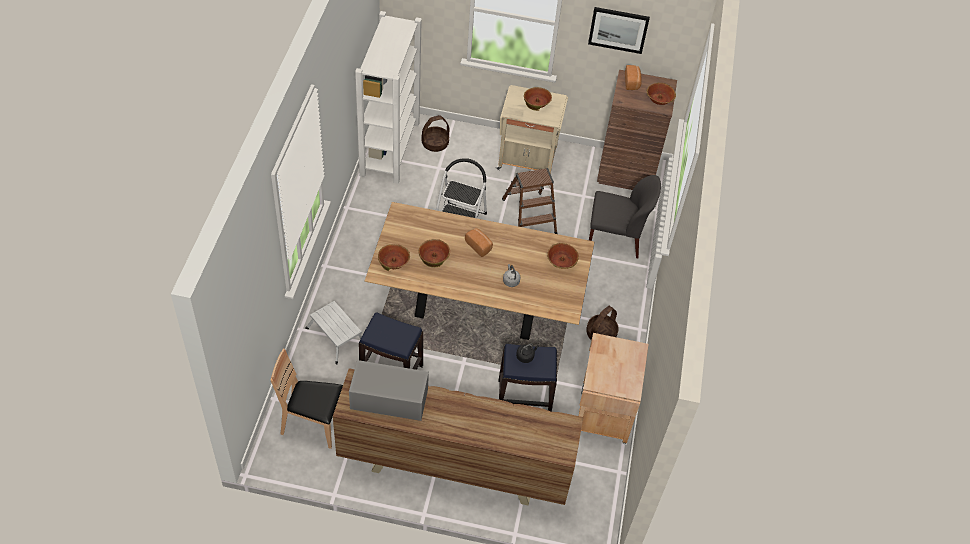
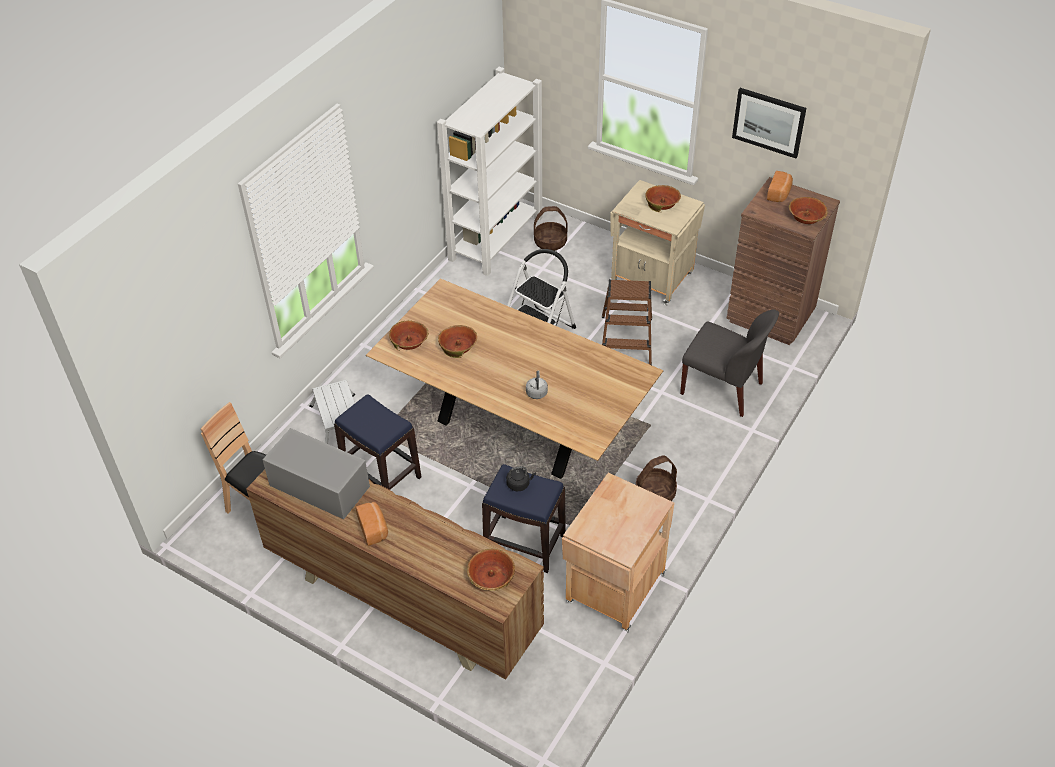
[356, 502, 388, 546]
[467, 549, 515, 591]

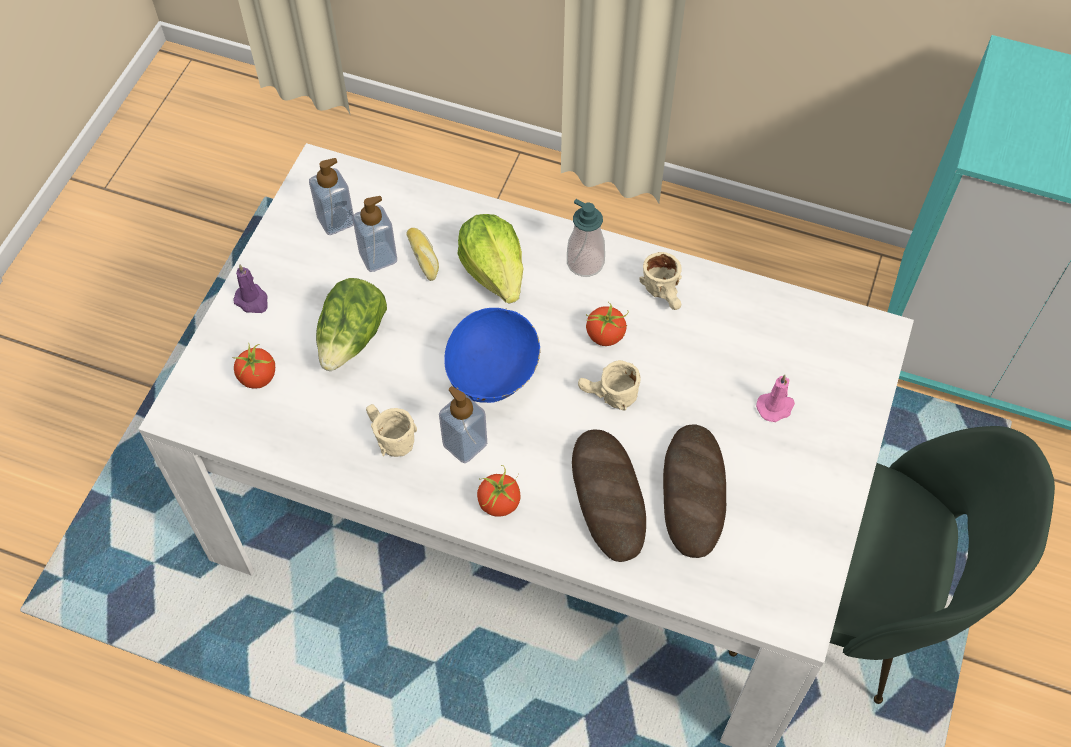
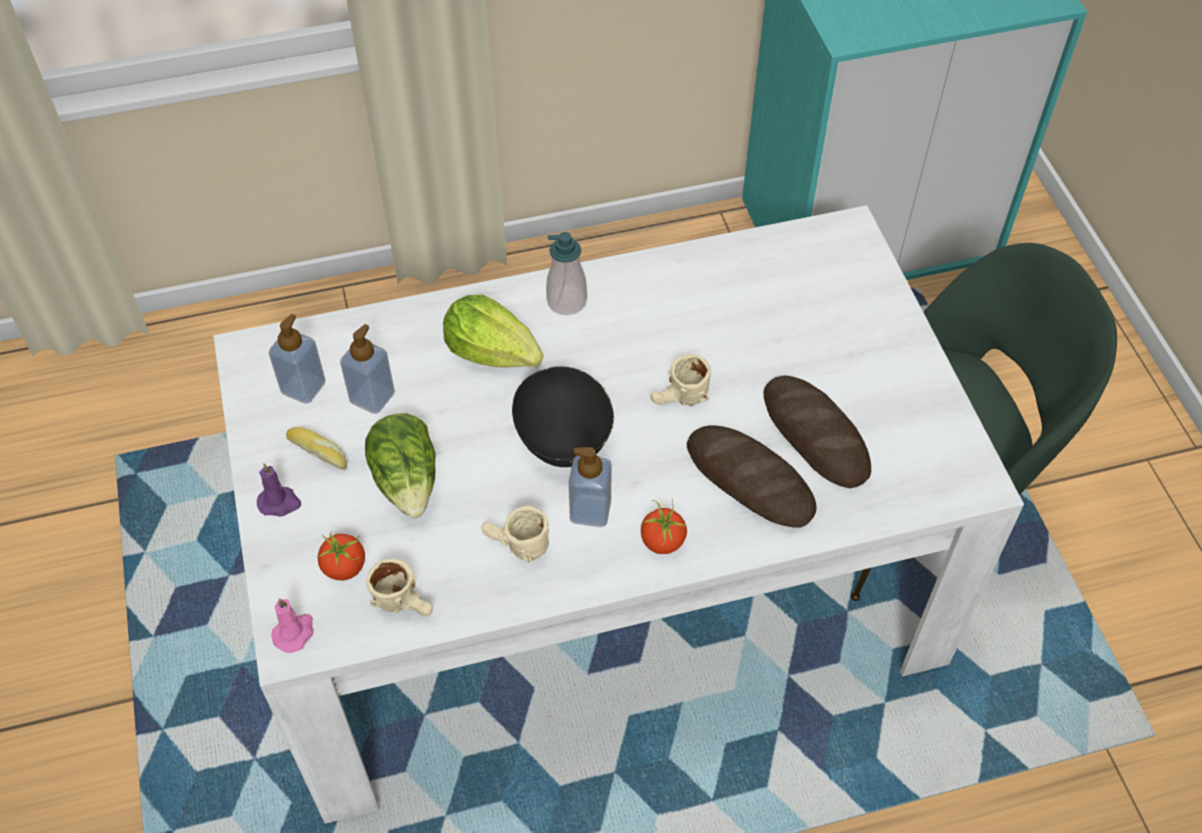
[586, 301, 628, 346] (first image)
[286, 427, 347, 470]
[366, 559, 433, 616]
[271, 598, 314, 653]
[512, 366, 614, 467]

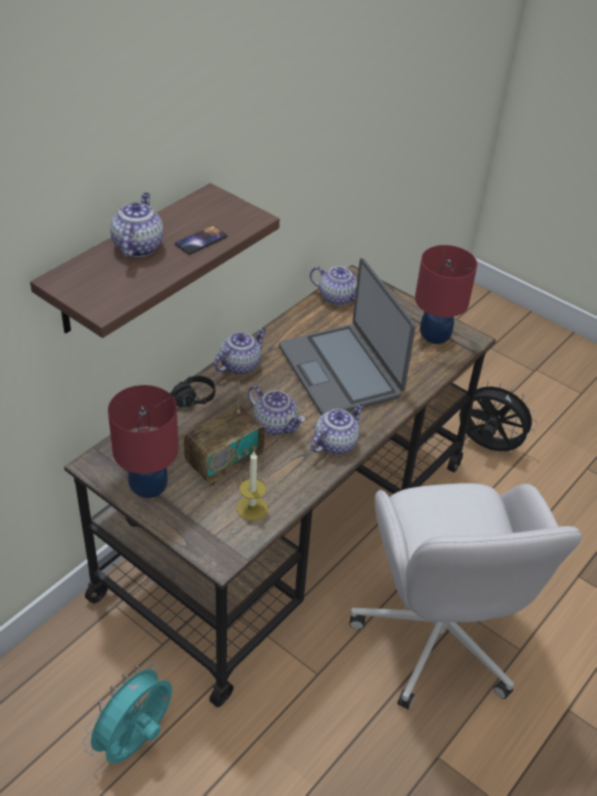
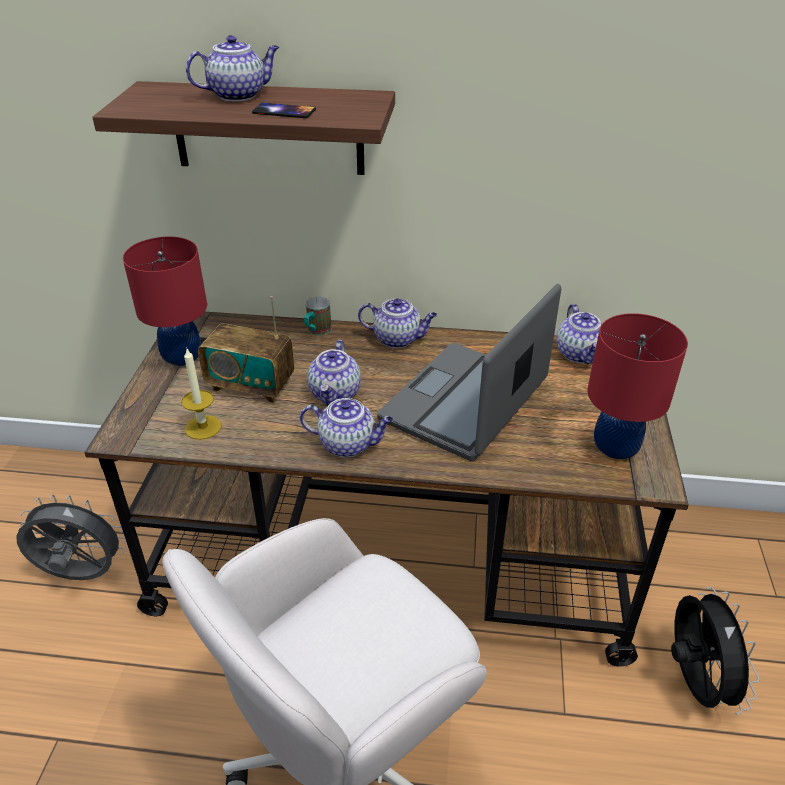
[304, 297, 331, 336]
[16, 494, 126, 580]

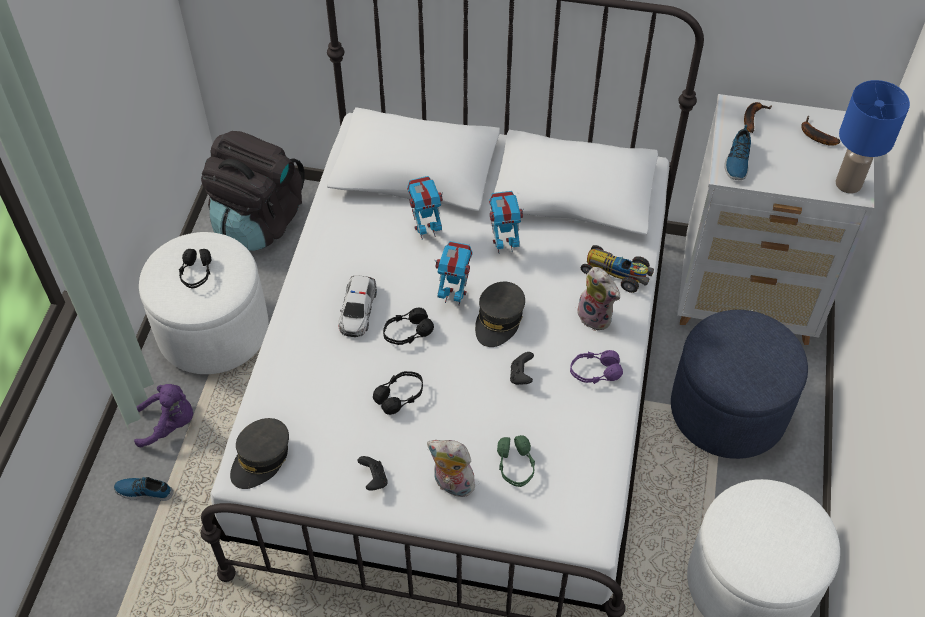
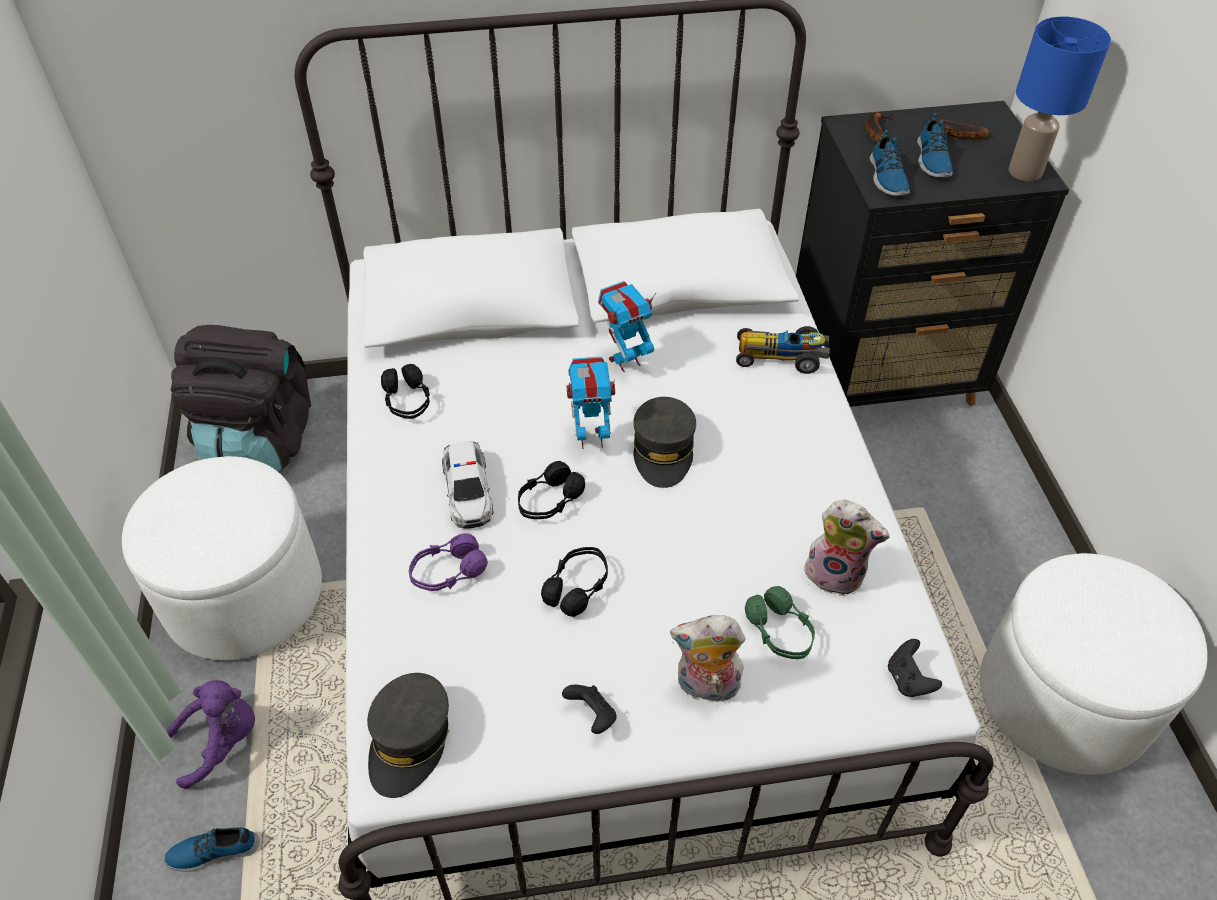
[407, 176, 443, 240] (first image)
[671, 310, 808, 459] (first image)
[917, 113, 953, 177]
[381, 364, 430, 419]
[888, 639, 942, 697]
[409, 533, 488, 591]
[804, 500, 890, 596]
[796, 101, 1069, 407]

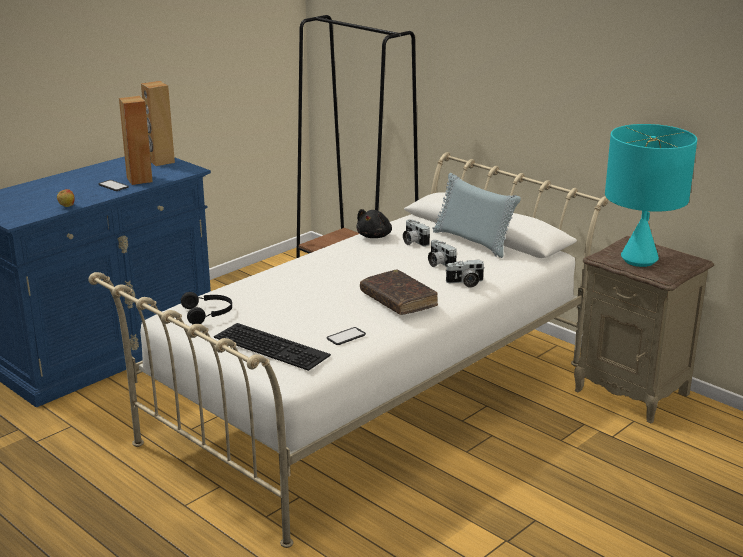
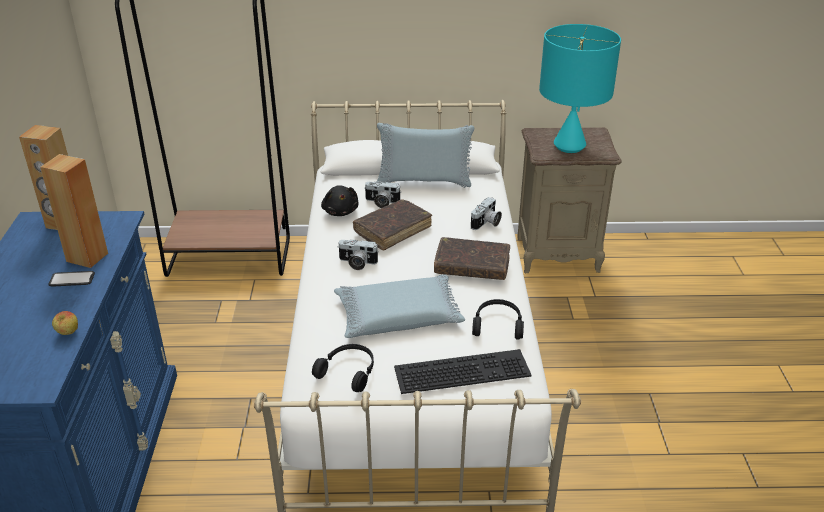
[334, 274, 465, 338]
[353, 199, 432, 250]
[338, 240, 379, 270]
[472, 299, 524, 340]

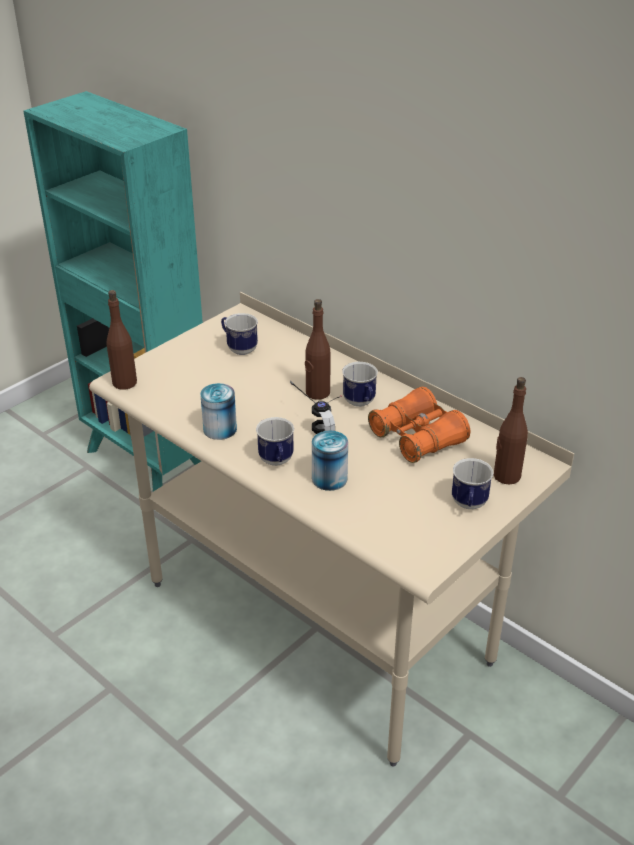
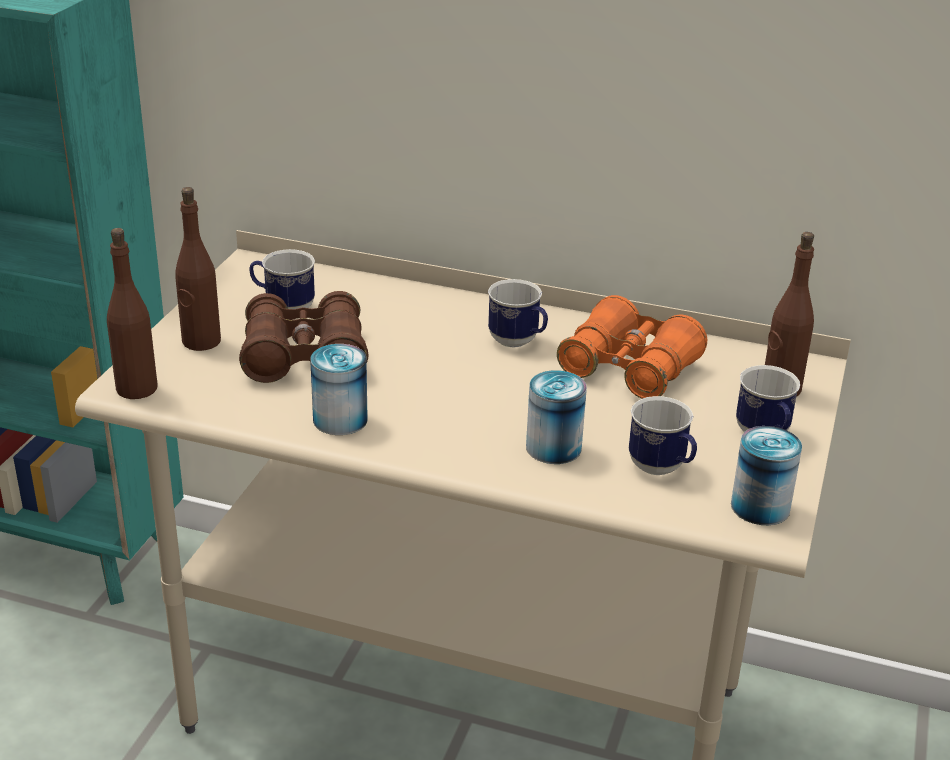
[290, 381, 342, 434] (first image)
[239, 291, 368, 383]
[731, 426, 802, 525]
[629, 396, 697, 475]
[175, 187, 221, 351]

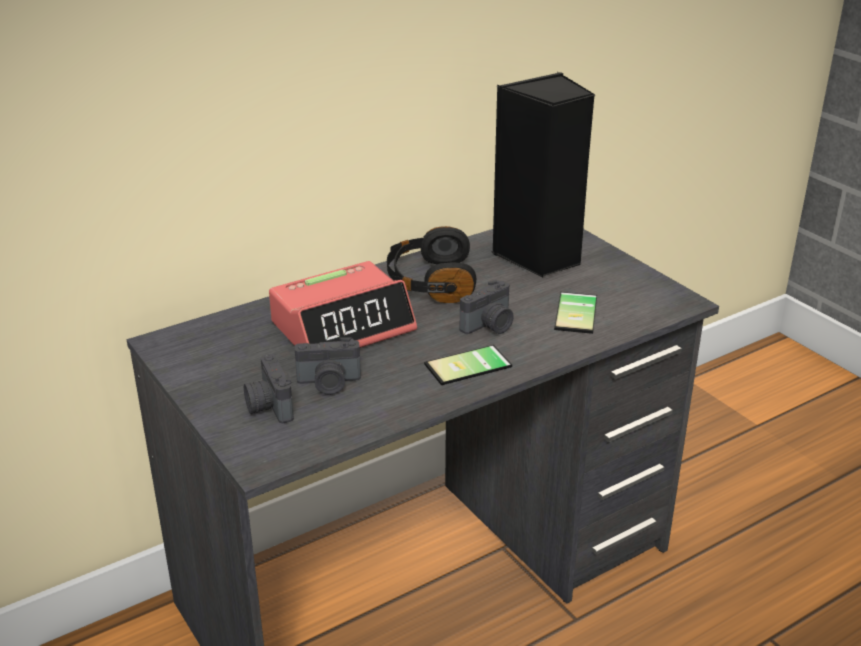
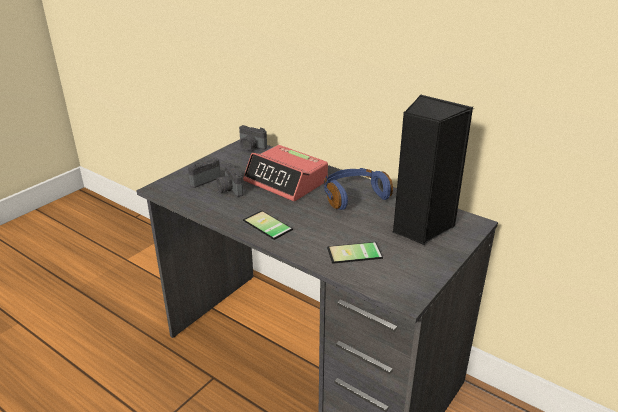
[239, 125, 267, 151]
[324, 168, 393, 210]

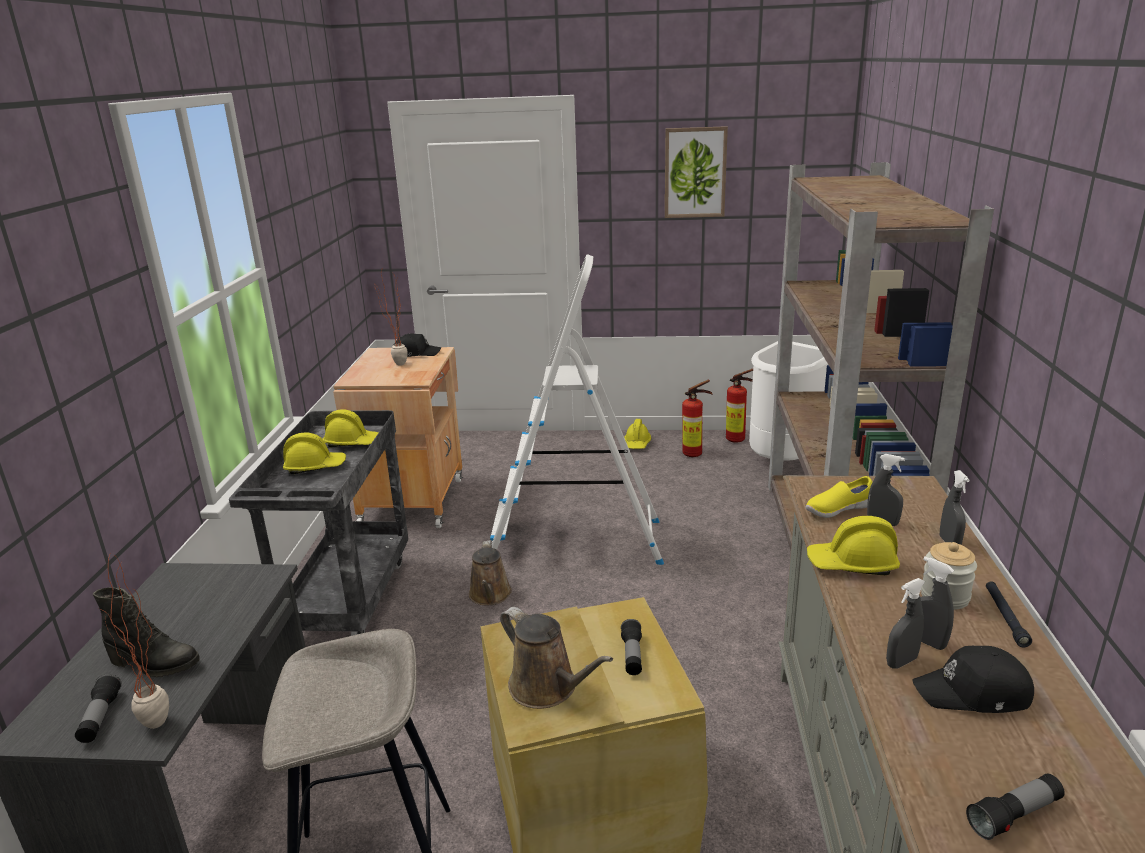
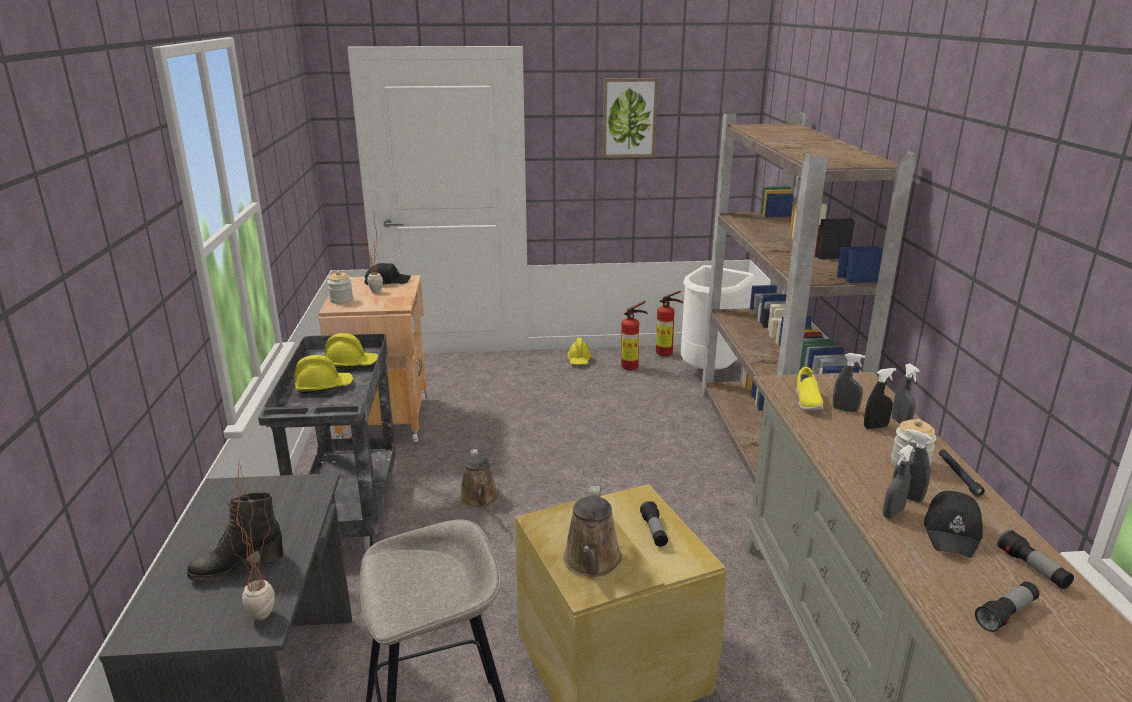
[490, 254, 664, 565] (first image)
[807, 516, 900, 575] (first image)
[327, 271, 353, 304]
[864, 368, 897, 429]
[997, 529, 1074, 589]
[187, 492, 283, 581]
[563, 486, 622, 577]
[796, 367, 823, 411]
[924, 491, 983, 558]

